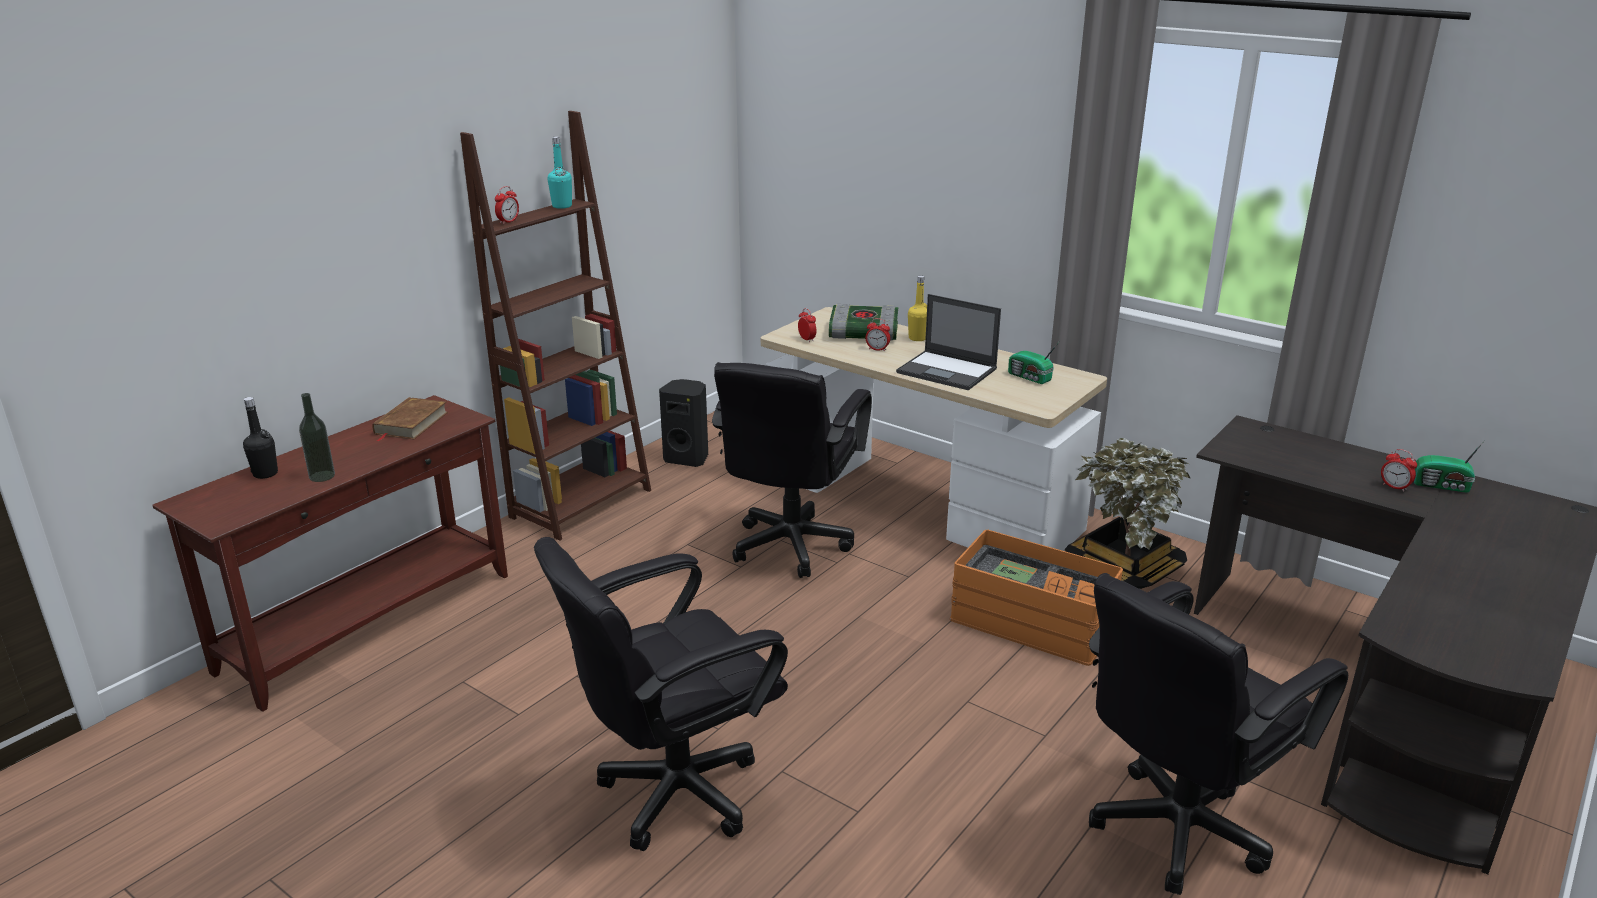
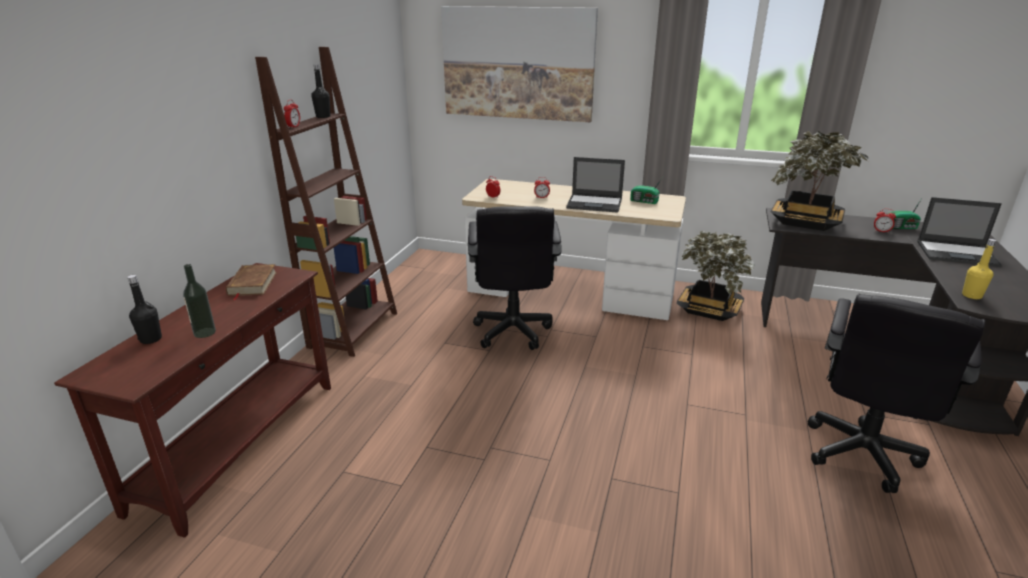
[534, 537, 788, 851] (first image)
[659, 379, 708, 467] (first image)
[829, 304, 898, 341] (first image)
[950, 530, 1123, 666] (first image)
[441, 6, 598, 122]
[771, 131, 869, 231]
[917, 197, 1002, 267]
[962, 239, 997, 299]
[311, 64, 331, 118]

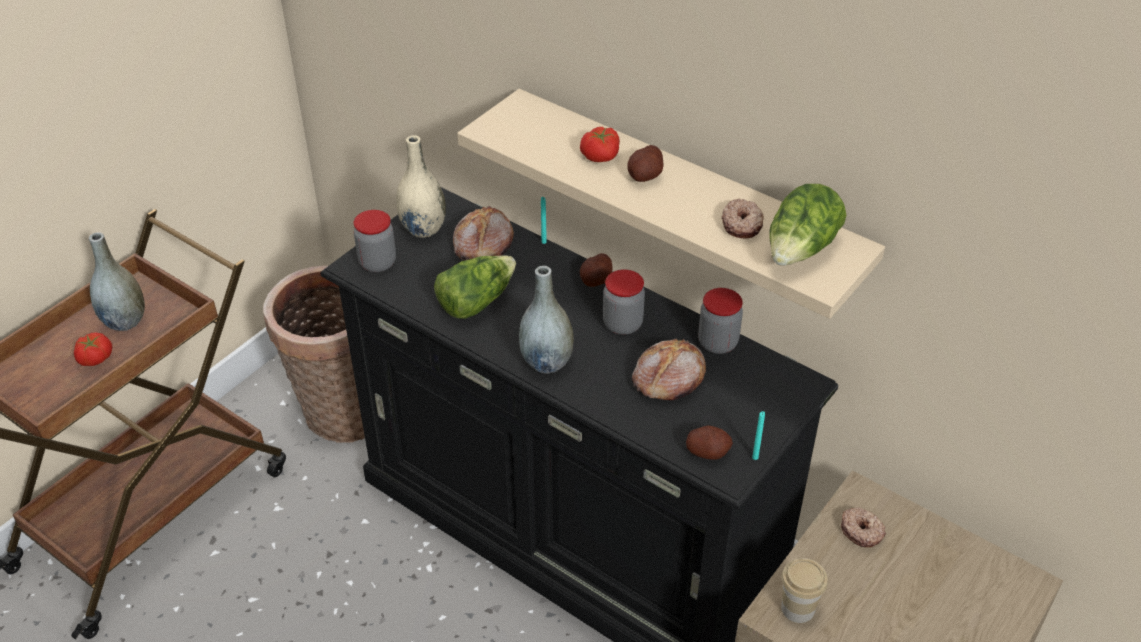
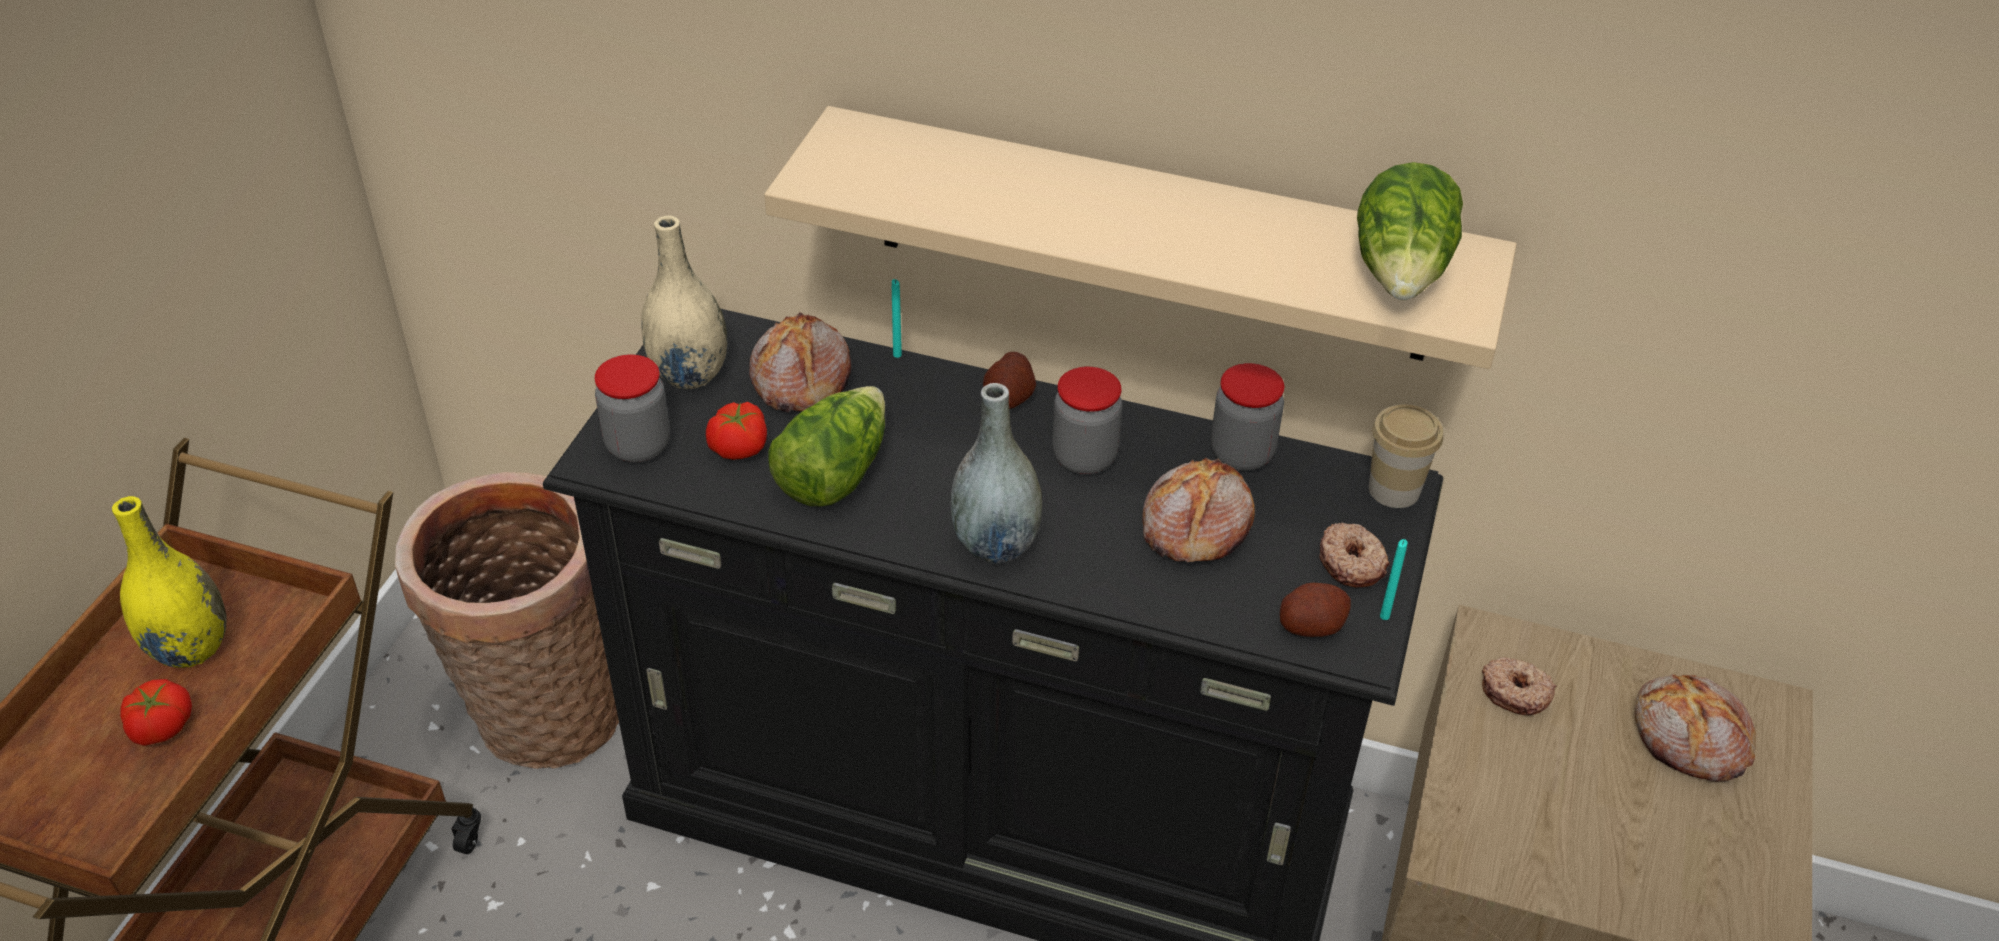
[627, 145, 663, 182] (first image)
[1635, 674, 1757, 782]
[706, 402, 767, 460]
[1319, 523, 1390, 588]
[1369, 404, 1443, 508]
[112, 496, 227, 668]

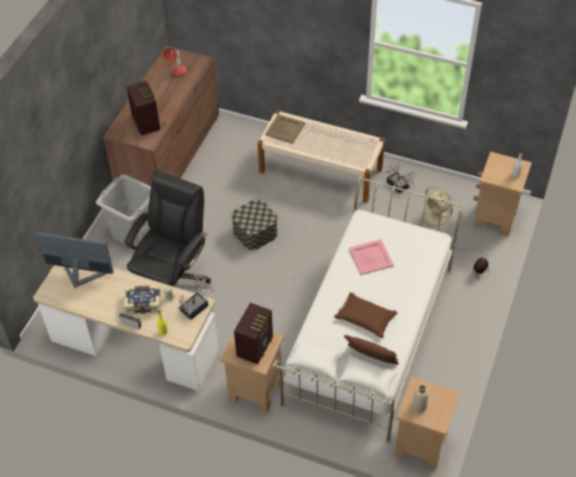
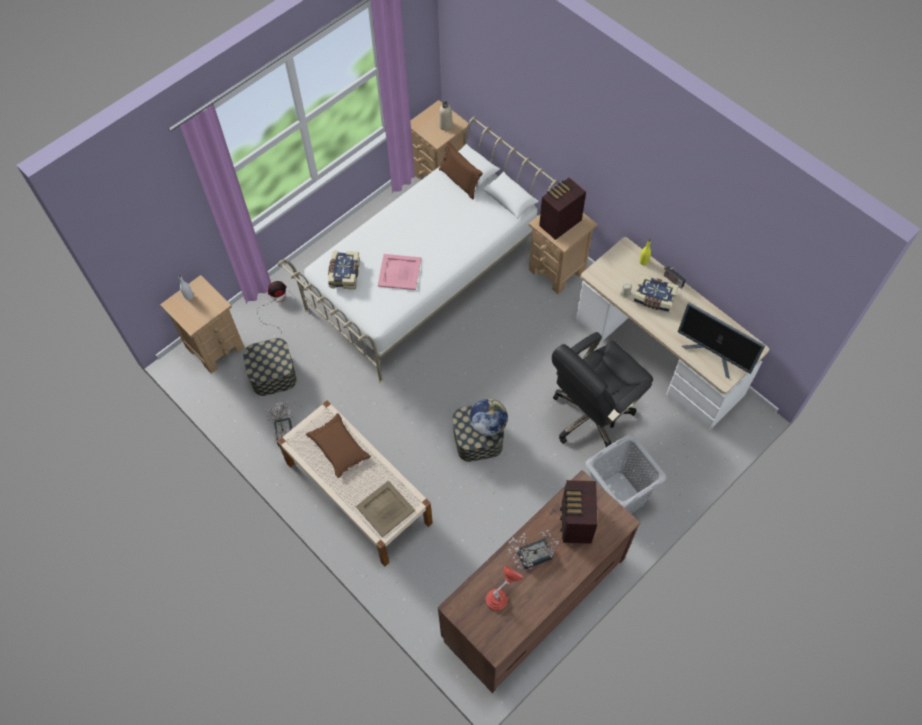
[328, 251, 360, 289]
[469, 398, 508, 437]
[508, 530, 559, 569]
[306, 413, 371, 478]
[243, 338, 297, 396]

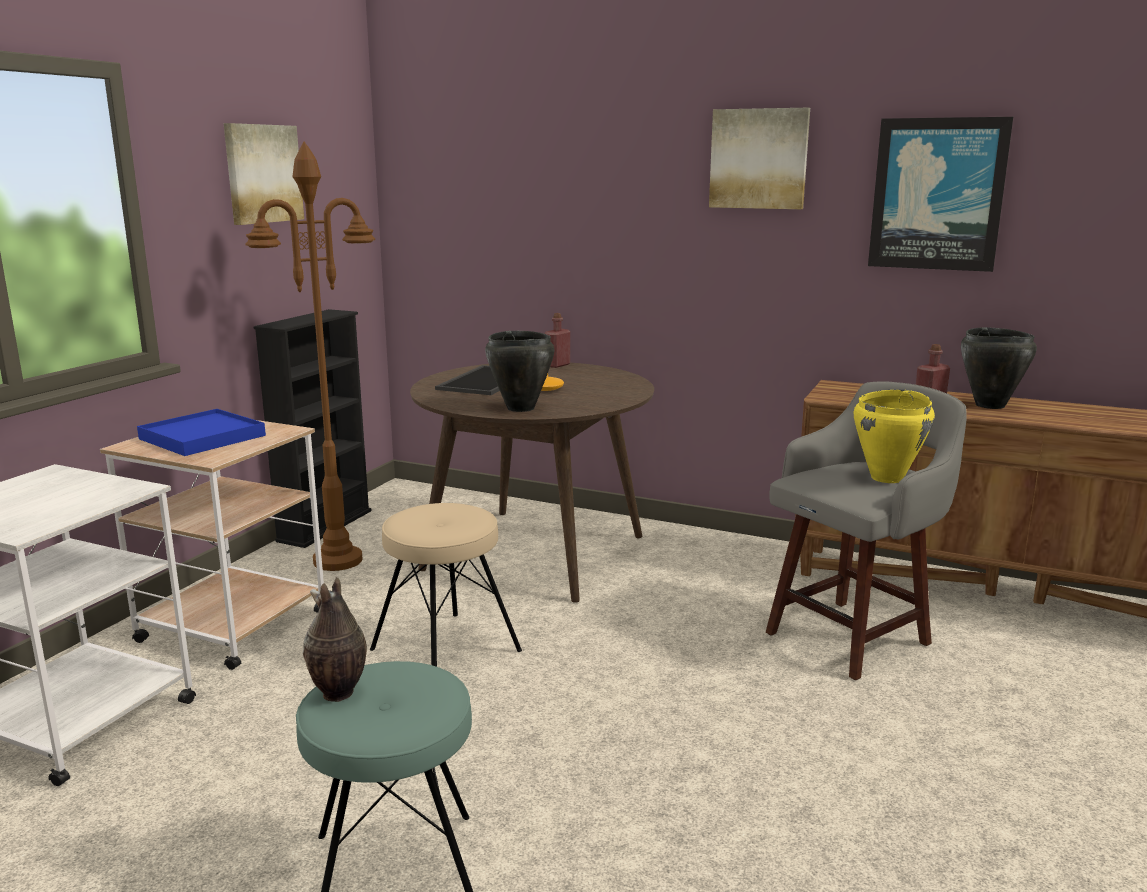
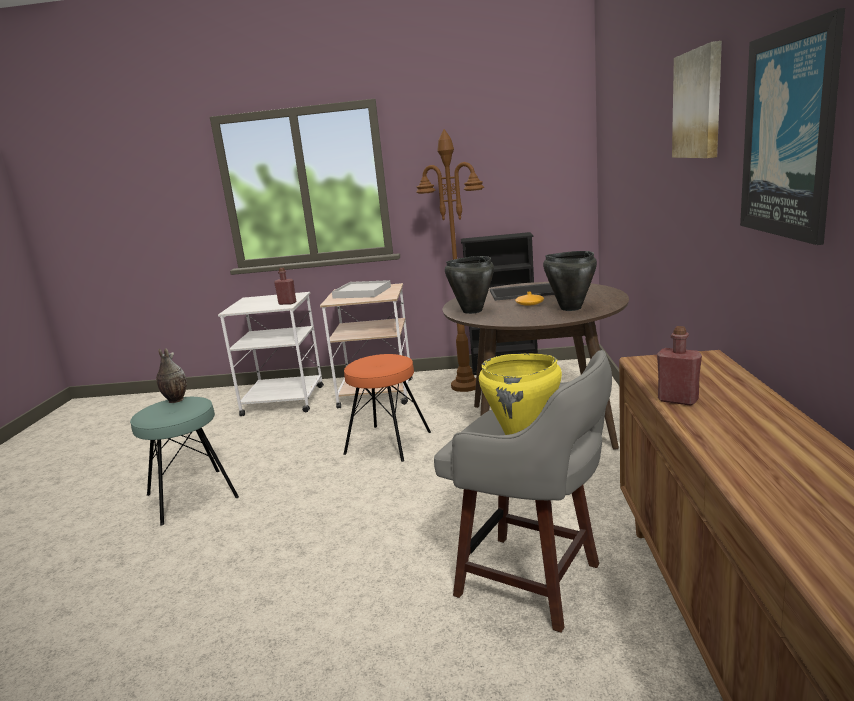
[224, 123, 304, 225] (first image)
[274, 268, 296, 305]
[543, 251, 597, 311]
[332, 280, 391, 298]
[343, 354, 431, 462]

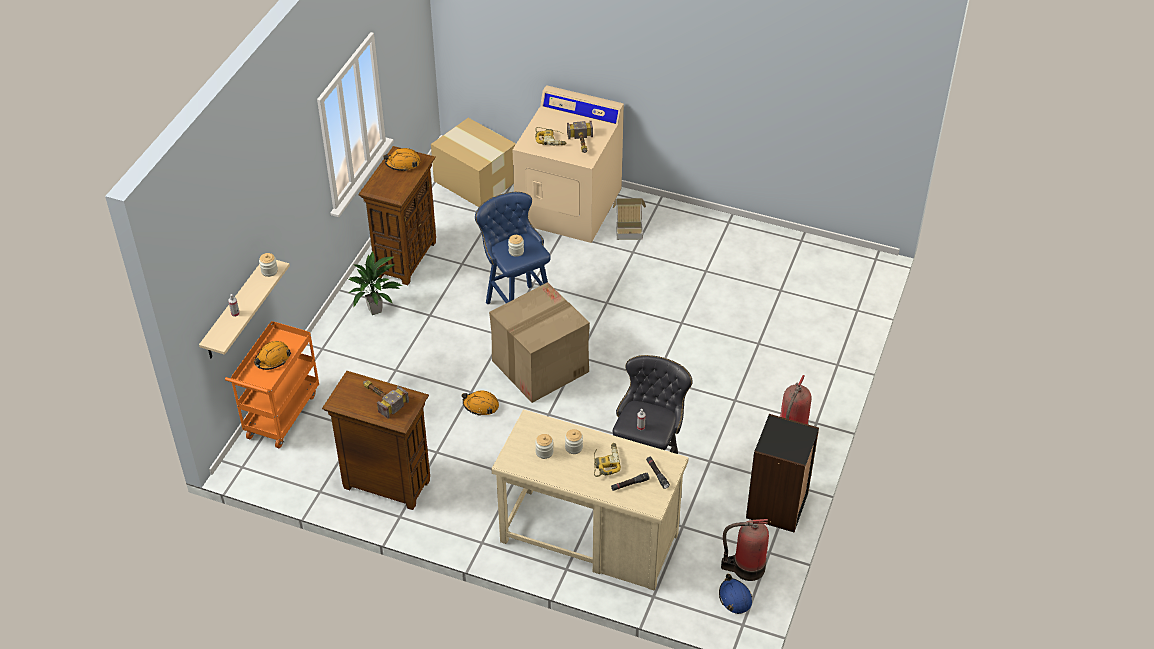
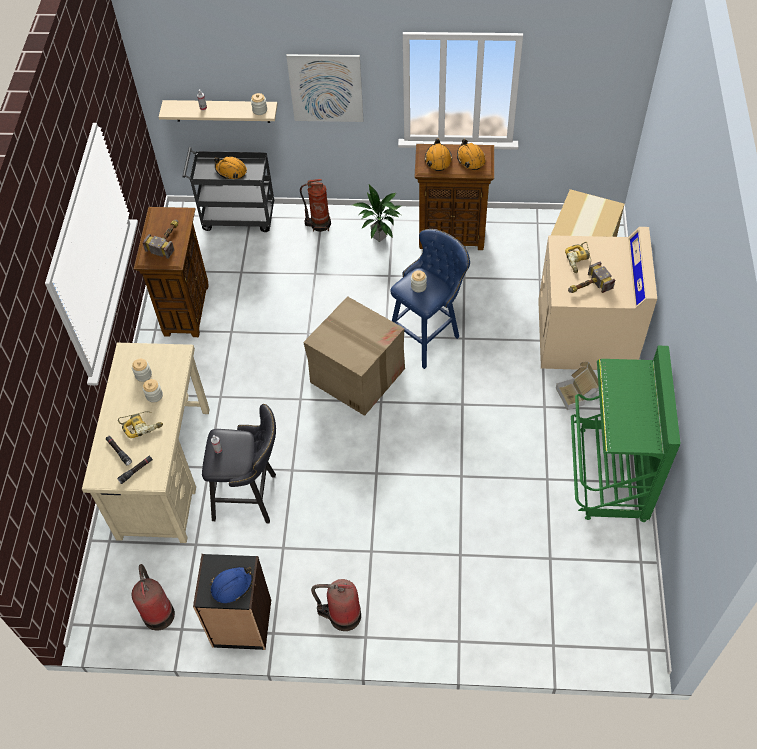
[286, 54, 364, 122]
[300, 179, 331, 232]
[571, 346, 680, 522]
[425, 138, 452, 171]
[210, 566, 253, 603]
[182, 147, 274, 232]

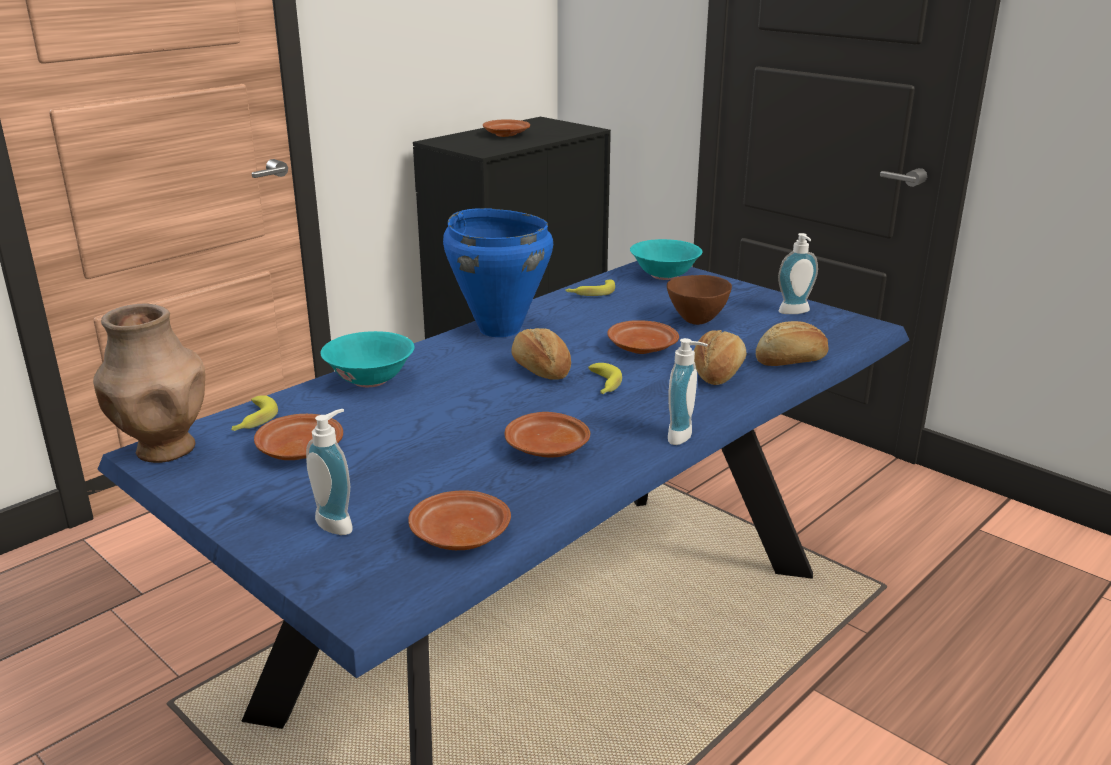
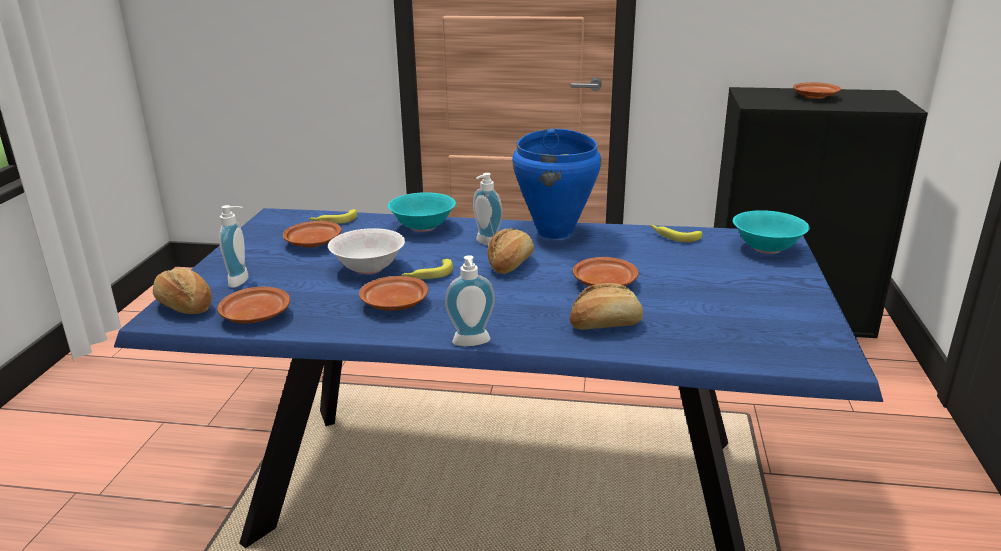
[93, 303, 205, 463] (first image)
[667, 275, 732, 325] (first image)
[328, 228, 405, 274]
[402, 259, 453, 279]
[153, 268, 212, 314]
[473, 173, 503, 246]

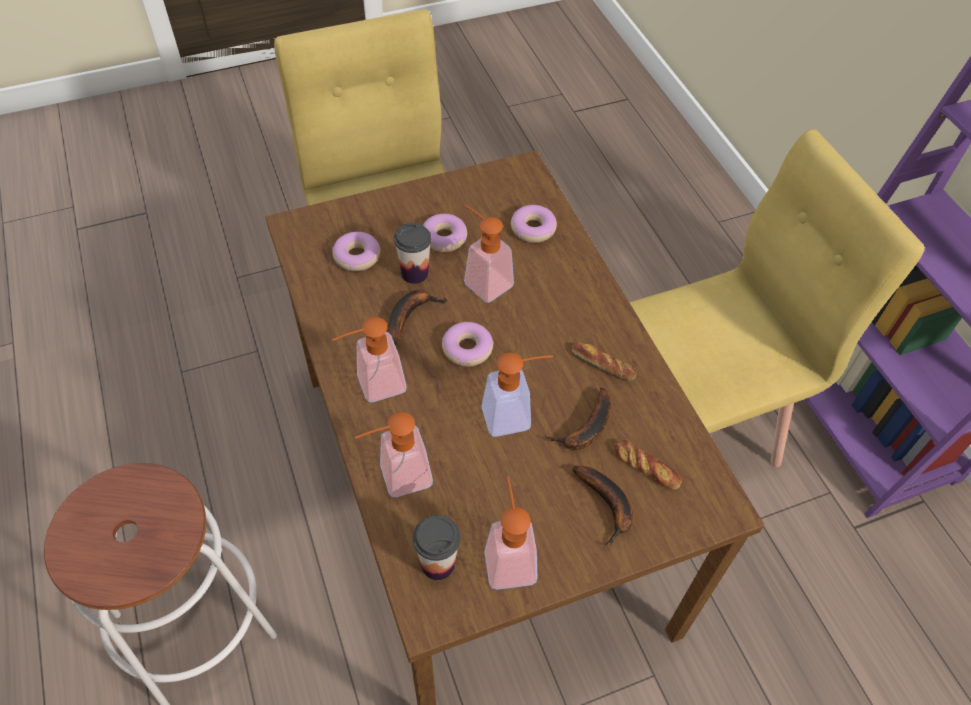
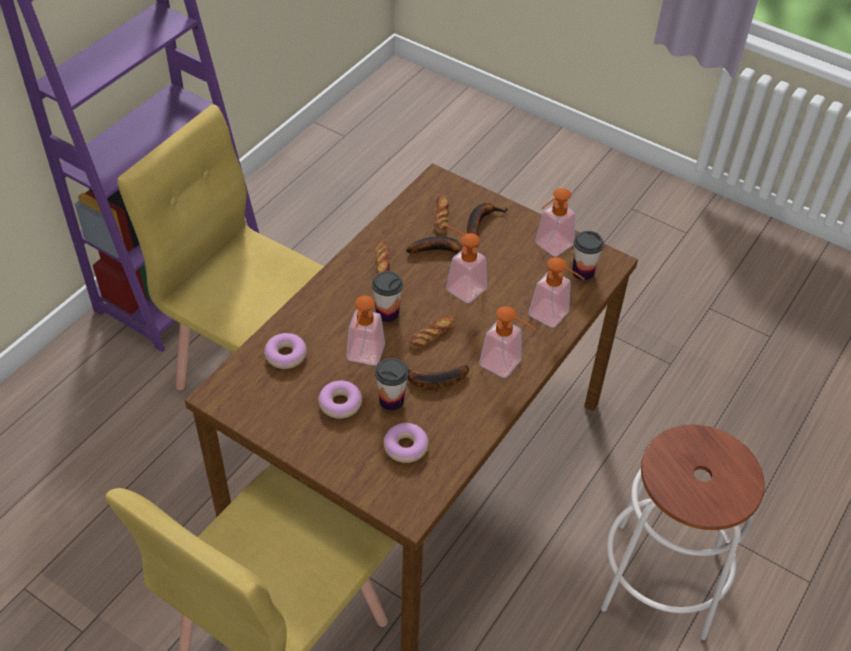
[372, 271, 403, 322]
[409, 315, 455, 349]

